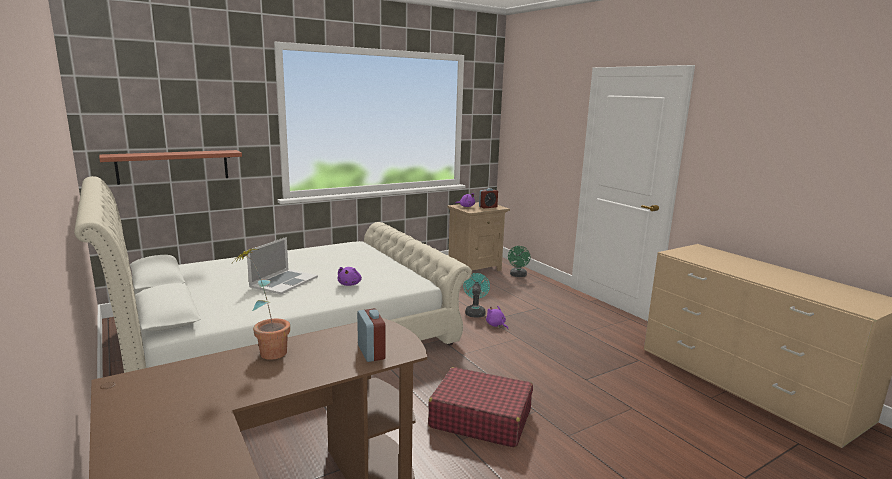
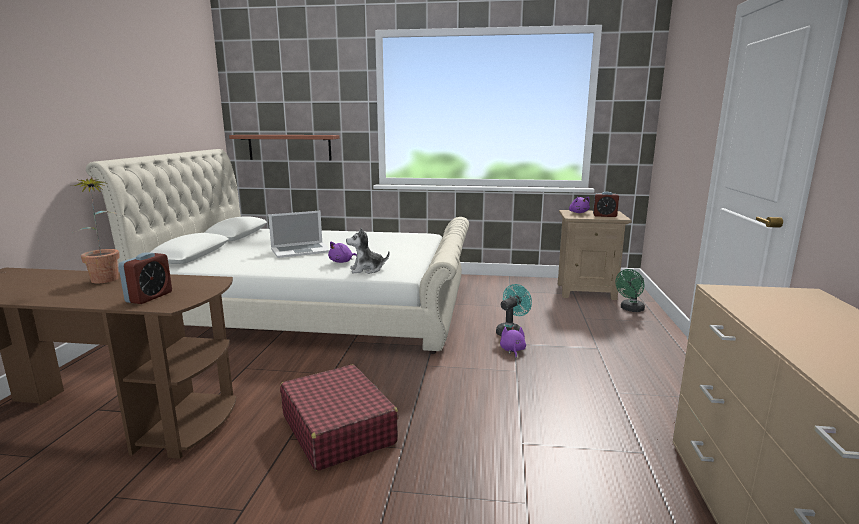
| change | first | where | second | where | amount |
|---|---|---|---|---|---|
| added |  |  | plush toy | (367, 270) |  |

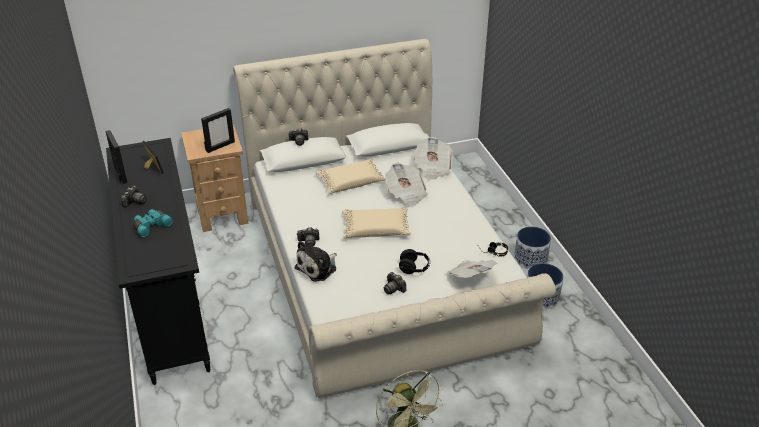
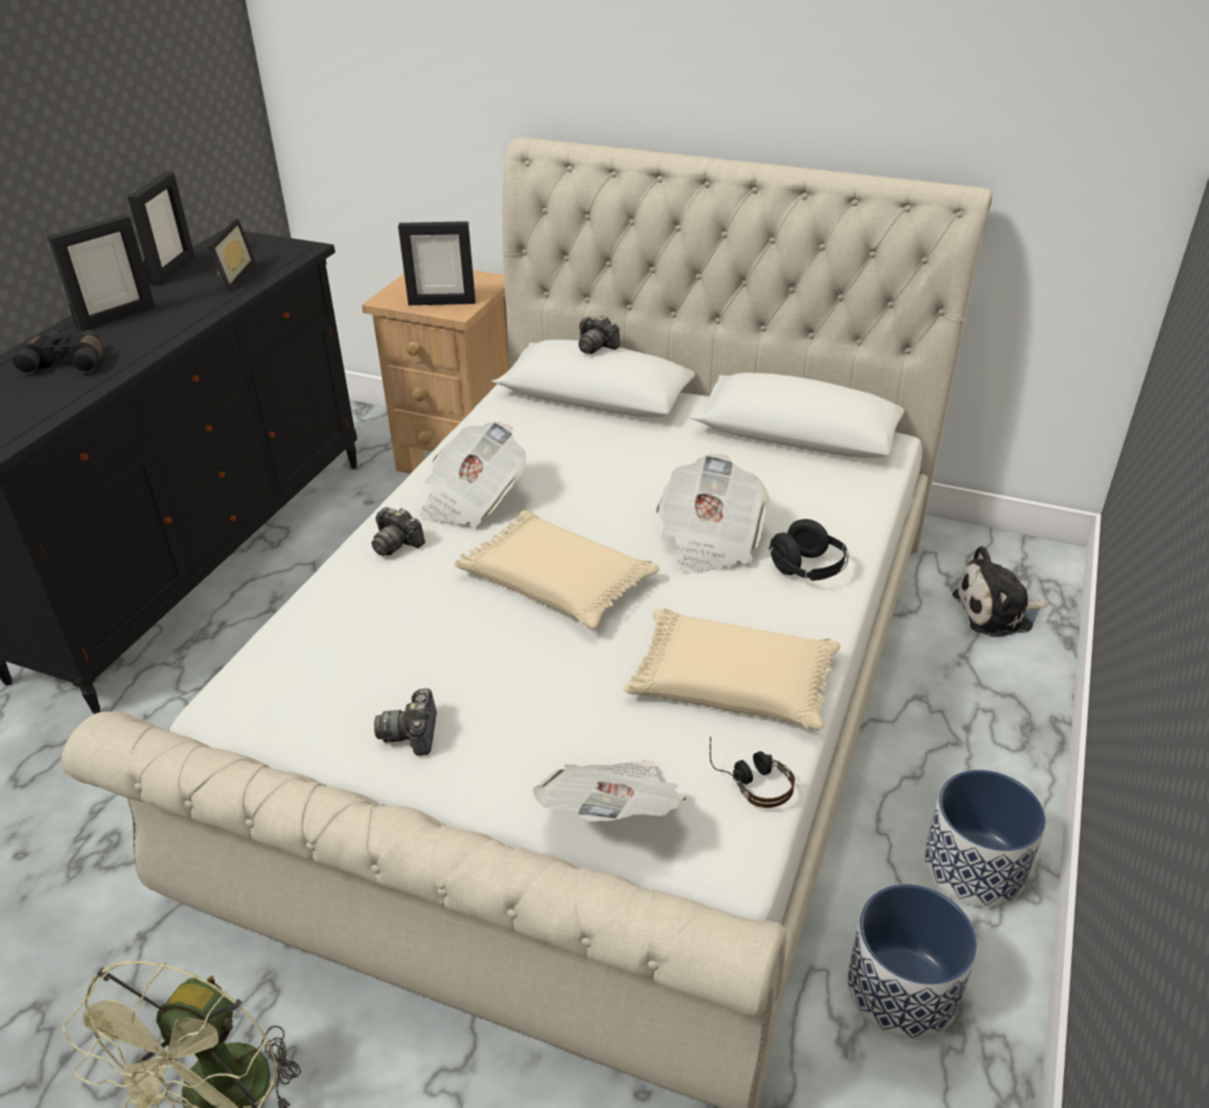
| change | first | where | second | where | amount |
|---|---|---|---|---|---|
| moved | plush toy | (318, 268) |  | (997, 612) |  |
| moved | pillow (beige) | (350, 180) |  | (732, 679) |  |
| moved | headphones (black) | (414, 268) |  | (807, 570) |  |
| moved | newspaper | (433, 168) |  | (472, 500) |  |
| replaced | photo camera | (135, 202) | picture frame | (116, 317) |  |
| recoloured | binoculars (turquoise) | (151, 226) | binoculars (black) | (68, 362) |  |

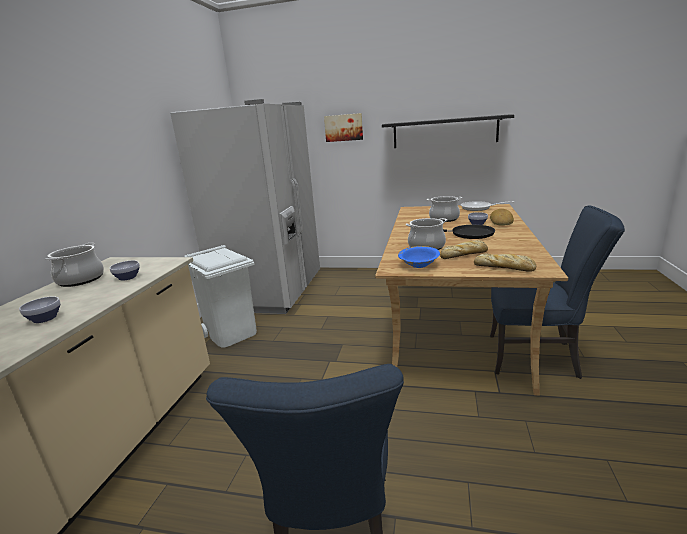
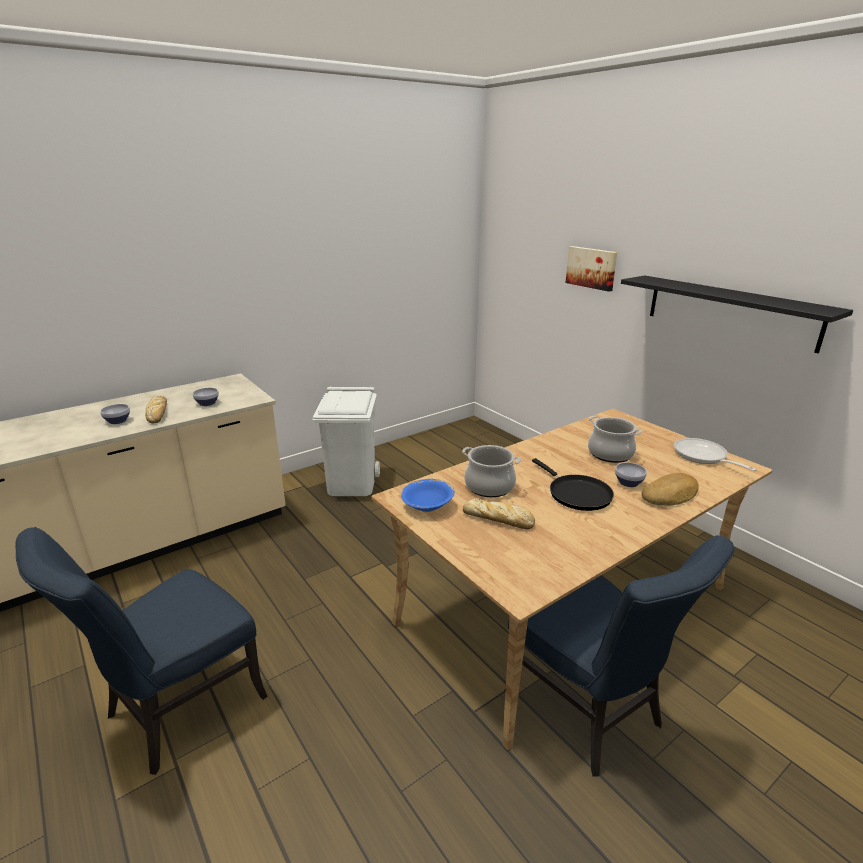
| change | first | where | second | where | amount |
|---|---|---|---|---|---|
| removed | cooking pot | (80, 279) |  |  |  |
| removed | fridge (white) | (272, 291) |  |  |  |
| moved | bread | (505, 267) |  | (157, 413) |  |

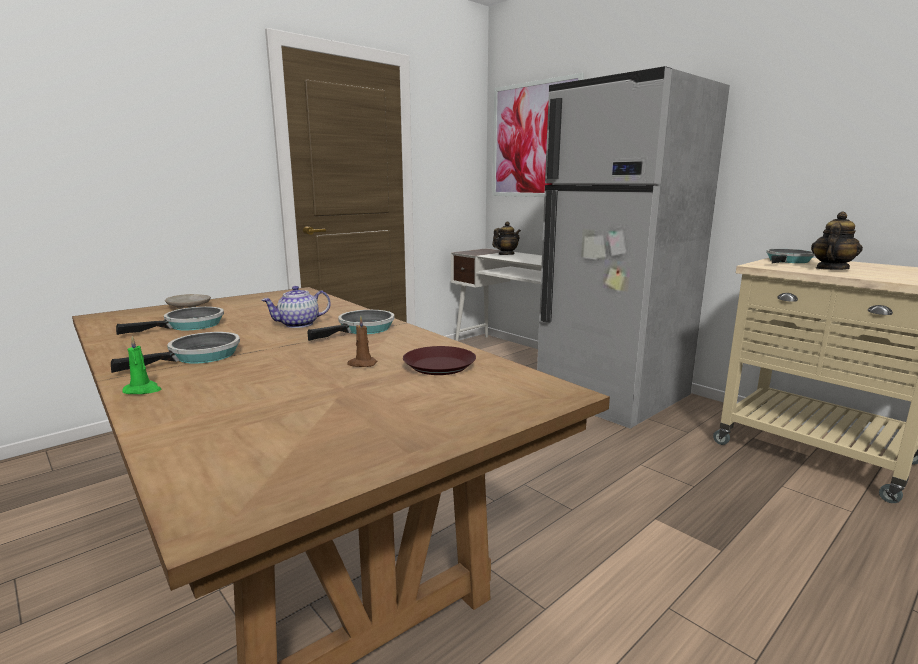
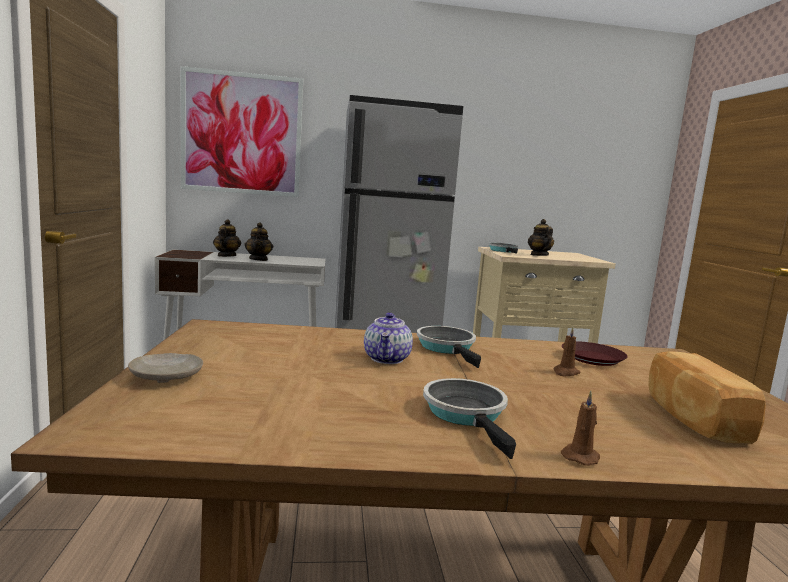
| change | first | where | second | where | amount |
|---|---|---|---|---|---|
| removed | frying pan | (190, 325) |  |  |  |
| added |  |  | teapot | (258, 259) |  |
| added |  |  | bread | (692, 418) |  |
| recoloured | candle (green) | (143, 390) | candle (brown) | (581, 456) |  |

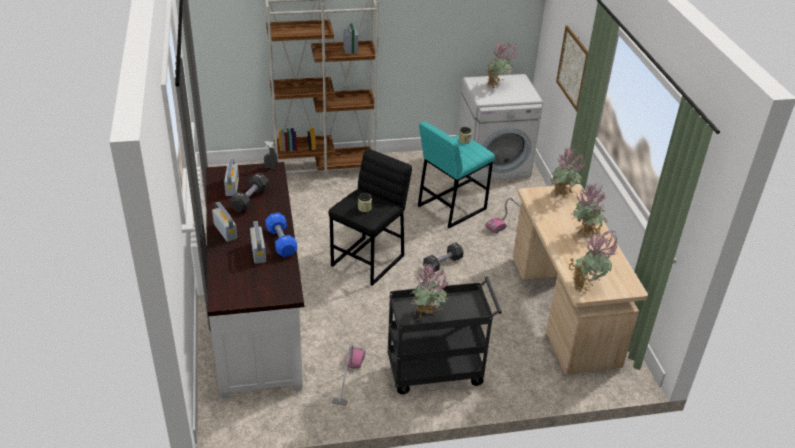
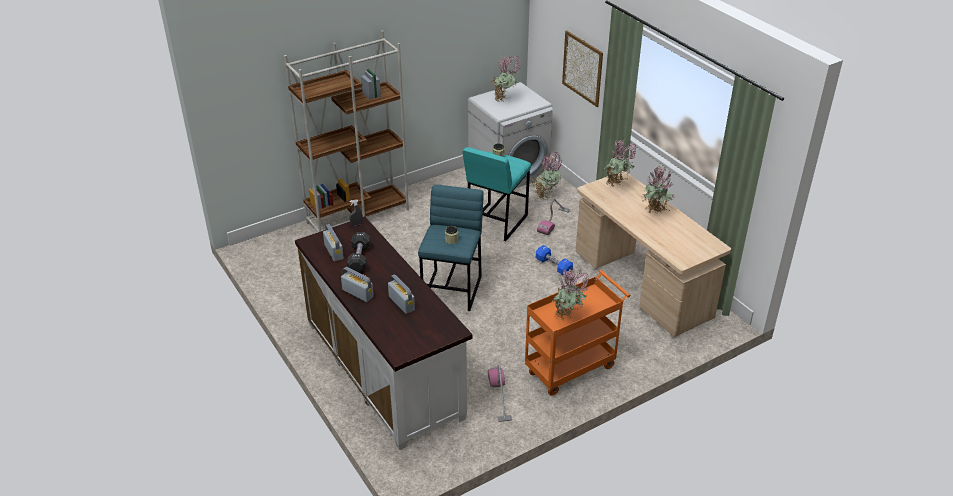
| change | first | where | second | where | amount |
|---|---|---|---|---|---|
| removed | dumbbell (black) | (442, 264) |  |  |  |
| moved | dumbbell (blue) | (281, 242) |  | (553, 266) |  |
| moved | potted plant | (587, 286) |  | (546, 195) |  |
| recoloured | stool (black) | (369, 259) | stool (blue) | (452, 289) |  |
| recoloured | cart (grey) | (437, 375) | cart (orange) | (572, 370) |  |

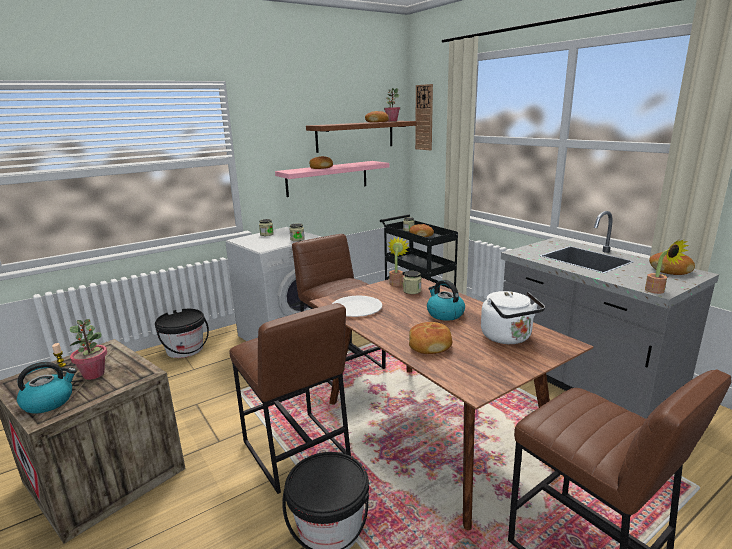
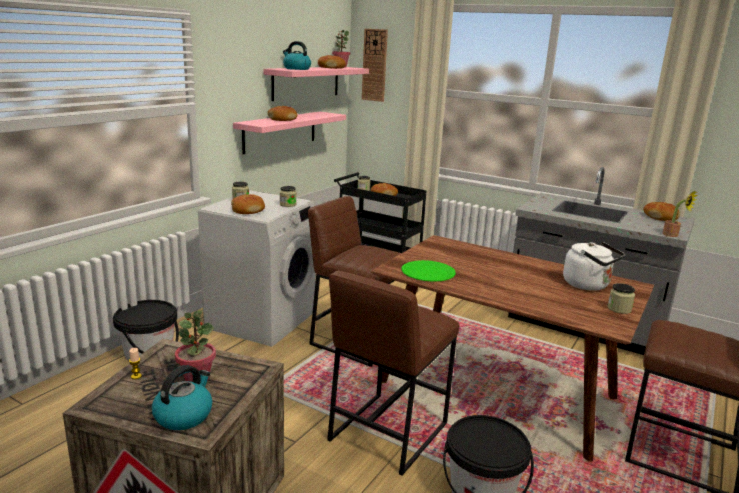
| change | first | where | second | where | amount |
|---|---|---|---|---|---|
| removed | potted plant | (396, 282) |  |  |  |
| moved | jar | (412, 291) |  | (619, 309) |  |
| moved | bread | (430, 345) |  | (248, 210) |  |
| moved | kettle | (444, 314) |  | (296, 69) |  |
| recoloured | shelf (brown) | (355, 136) | shelf (pink) | (306, 82) |  |
| recoloured | plate (white) | (356, 308) | plate (green) | (428, 273) |  |
| turned | chair (brown) | (296, 451) |  | (387, 433) | 90 degrees clockwise |

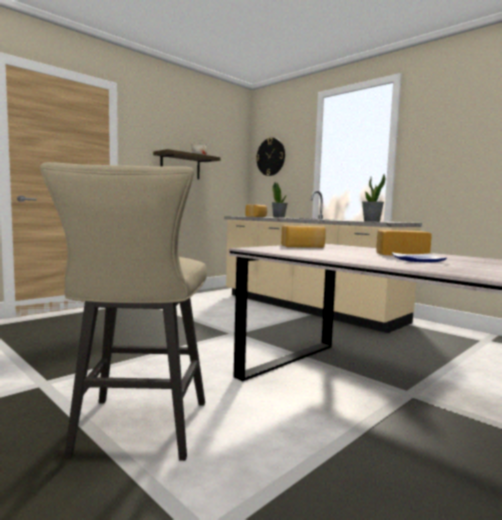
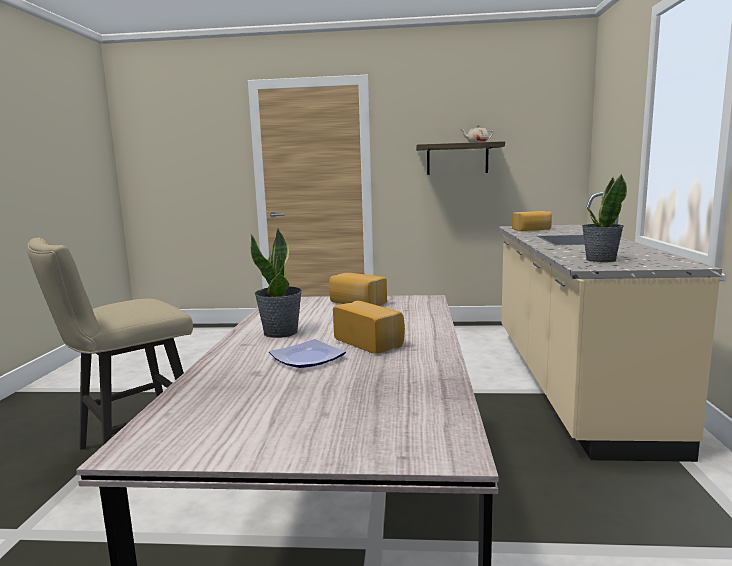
| change | first | where | second | where | amount |
|---|---|---|---|---|---|
| removed | wall clock | (270, 157) |  |  |  |
| moved | potted plant | (279, 217) |  | (281, 332) |  |

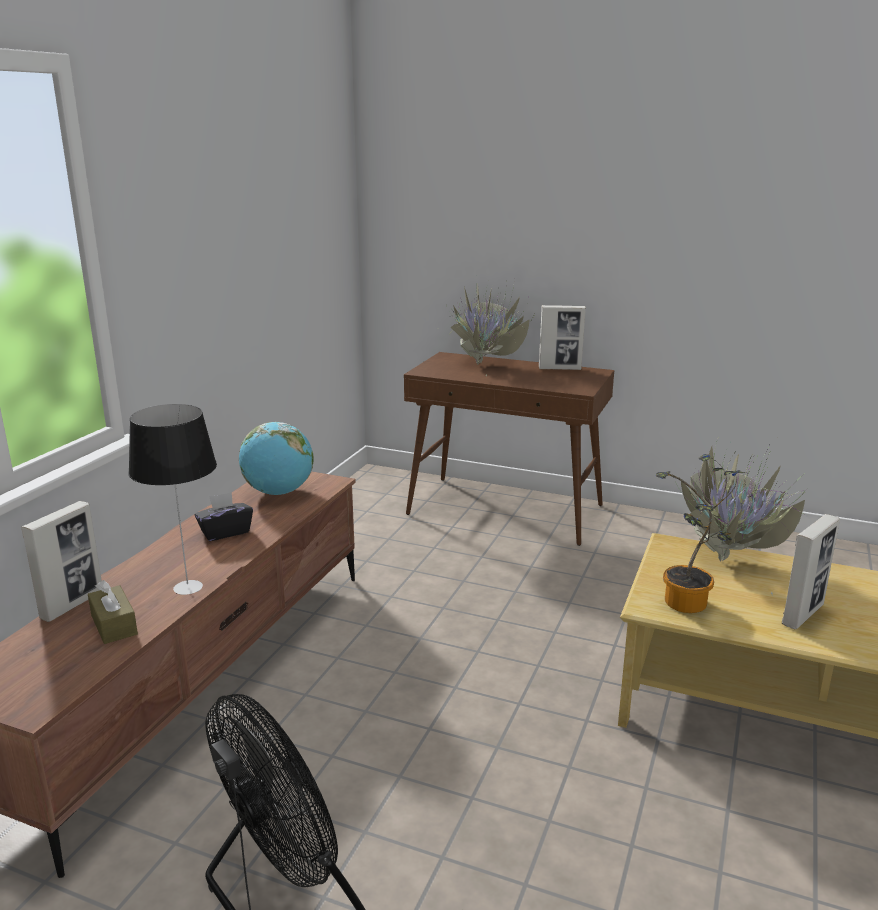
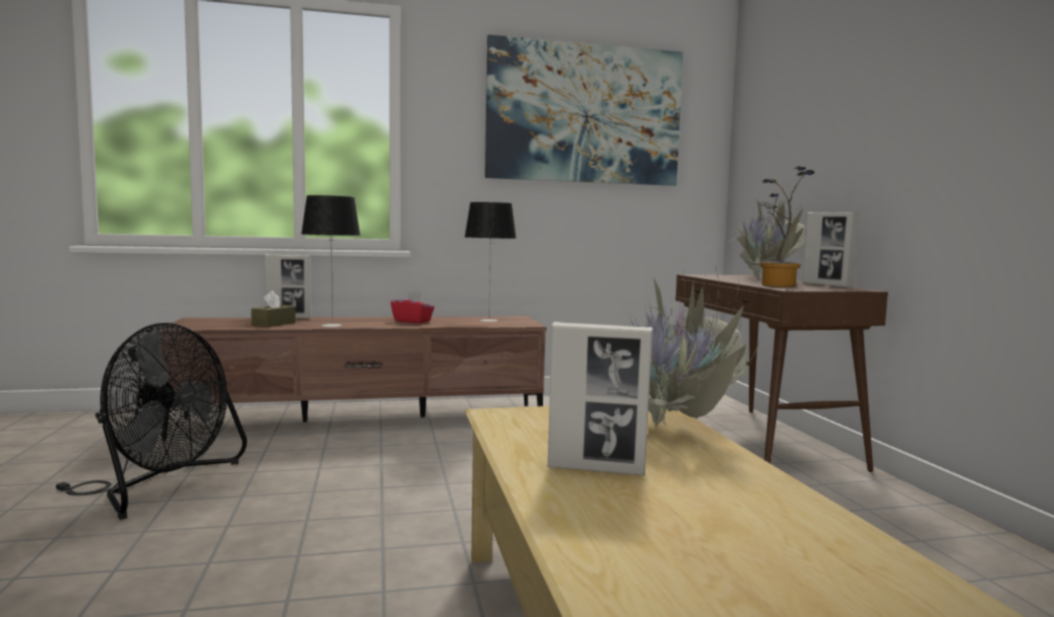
| change | first | where | second | where | amount |
|---|---|---|---|---|---|
| added |  |  | picture | (584, 114) |  |
| moved | potted plant | (687, 606) |  | (775, 285) |  |
| replaced | globe | (279, 492) | table lamp | (488, 320) |  |
| recoloured | tissue box (black) | (225, 532) | tissue box (red) | (412, 321) |  |

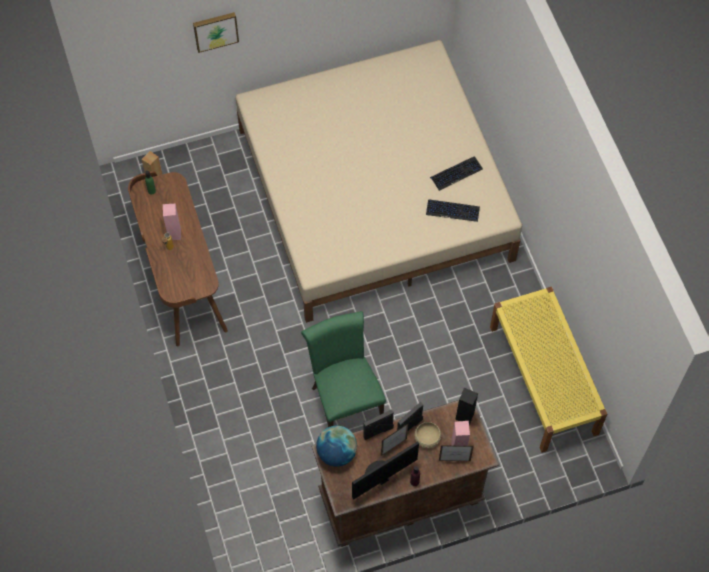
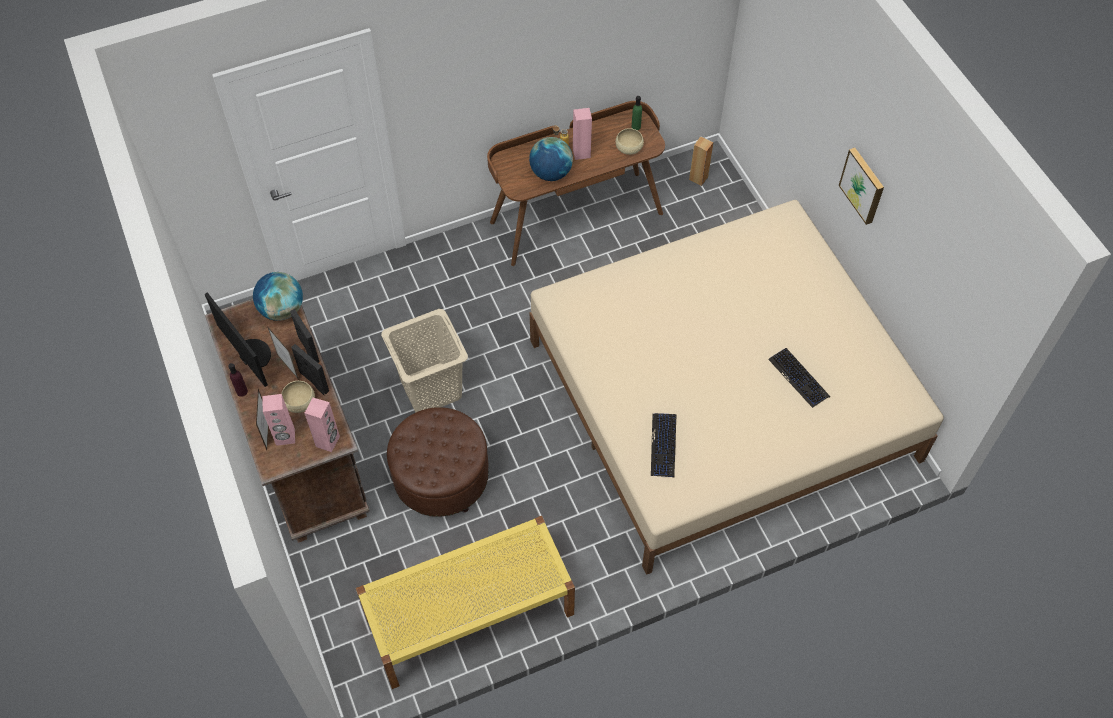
| change | first | where | second | where | amount |
|---|---|---|---|---|---|
| added |  |  | ottoman (brown) | (441, 479) |  |
| added |  |  | globe | (551, 173) |  |
| added |  |  | bowl (beige) | (629, 147) |  |
| moved | picture | (215, 30) |  | (863, 185) |  |
| moved | keyboard | (456, 173) |  | (799, 378) |  |
| replaced | chair (green) | (344, 399) | laundry basket (beige) | (432, 389) |  |
| recoloured | speaker (black) | (464, 416) | speaker (pink) | (328, 441) |  |

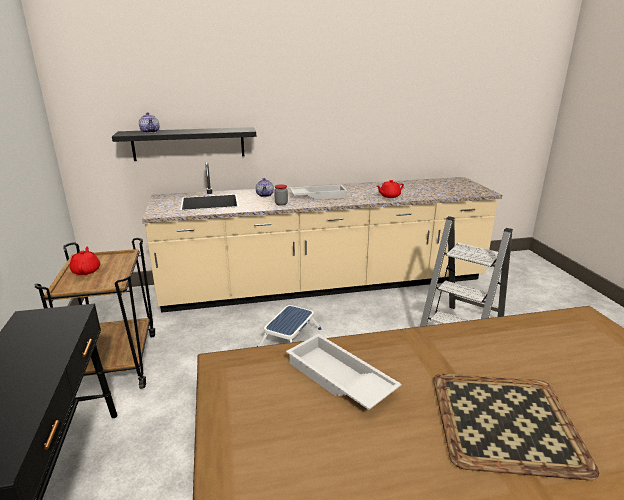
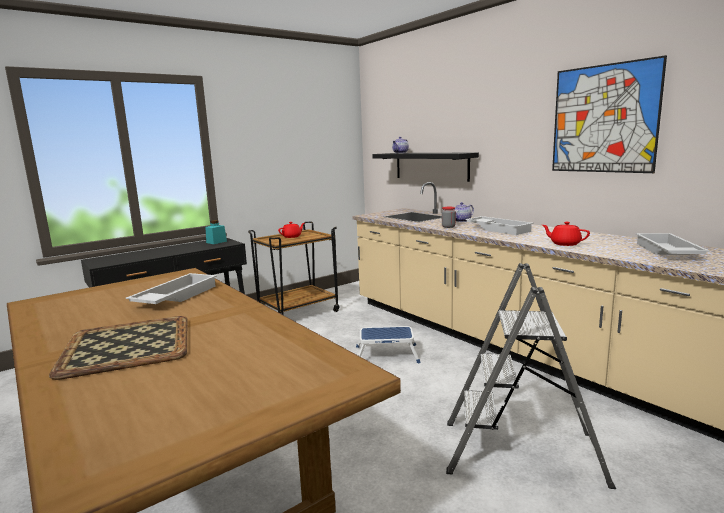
| change | first | where | second | where | amount |
|---|---|---|---|---|---|
| added |  |  | jar (turquoise) | (216, 242) |  |
| added |  |  | picture | (603, 119) |  |
| added |  |  | tray (white) | (666, 252) |  |

